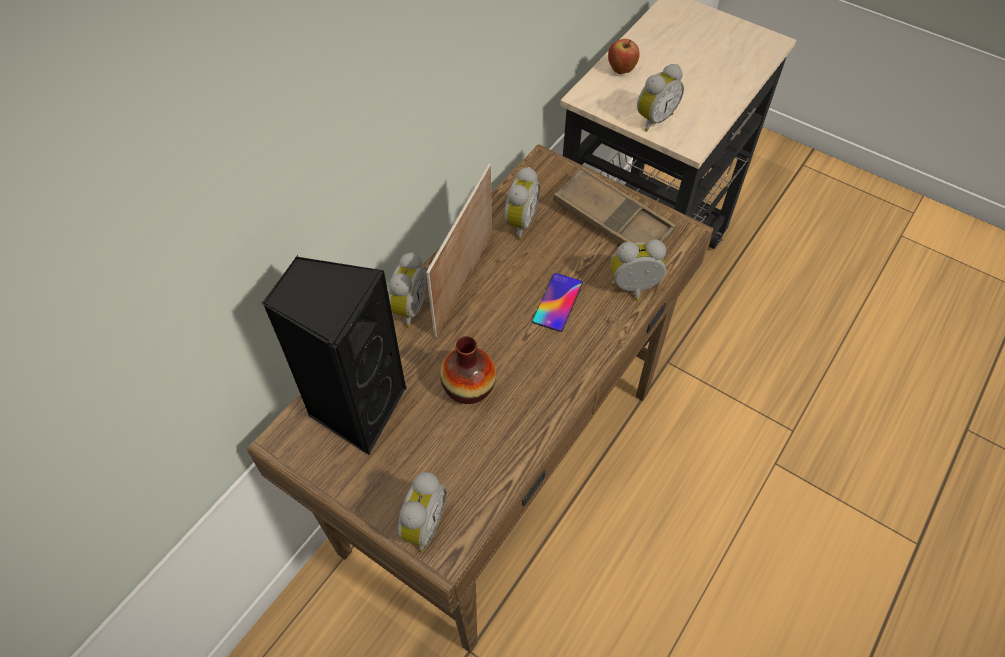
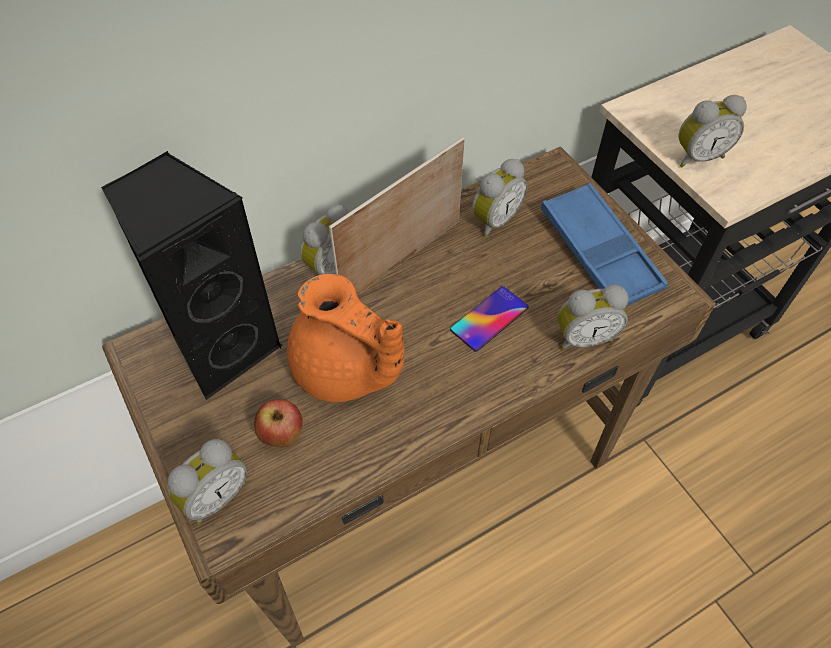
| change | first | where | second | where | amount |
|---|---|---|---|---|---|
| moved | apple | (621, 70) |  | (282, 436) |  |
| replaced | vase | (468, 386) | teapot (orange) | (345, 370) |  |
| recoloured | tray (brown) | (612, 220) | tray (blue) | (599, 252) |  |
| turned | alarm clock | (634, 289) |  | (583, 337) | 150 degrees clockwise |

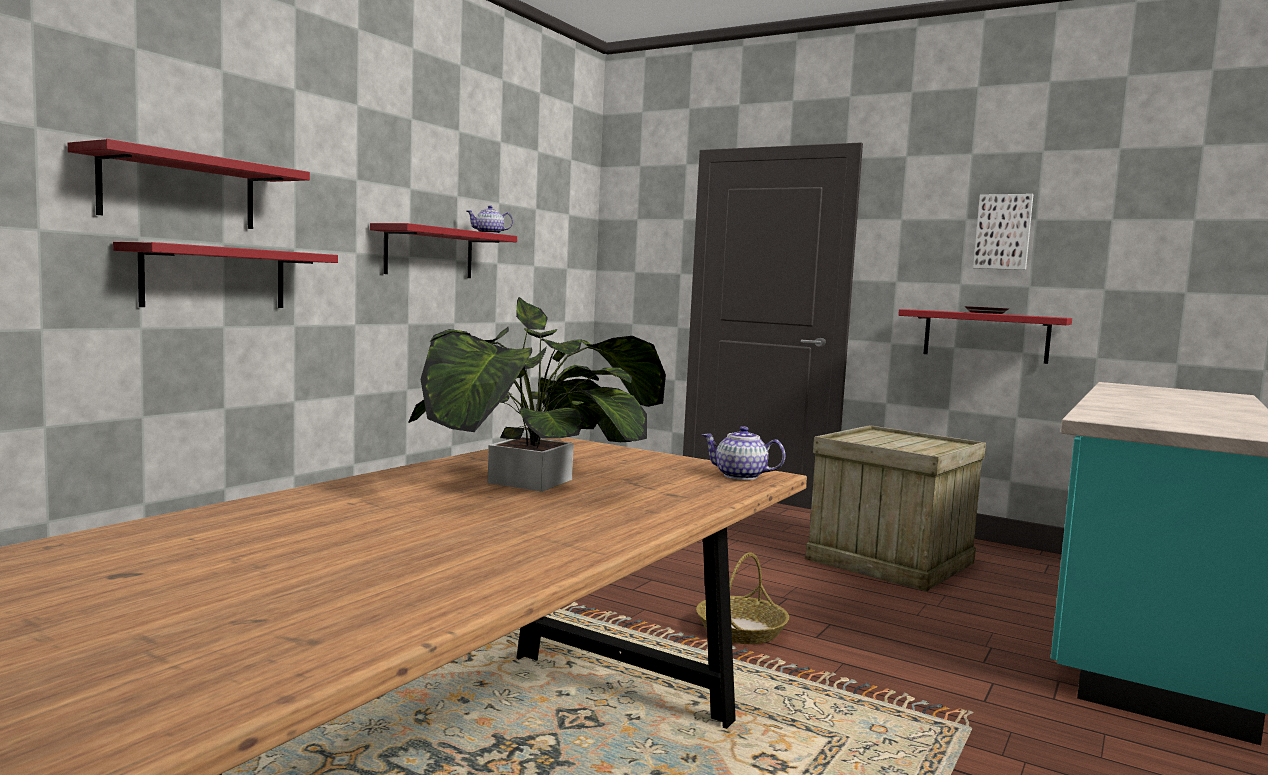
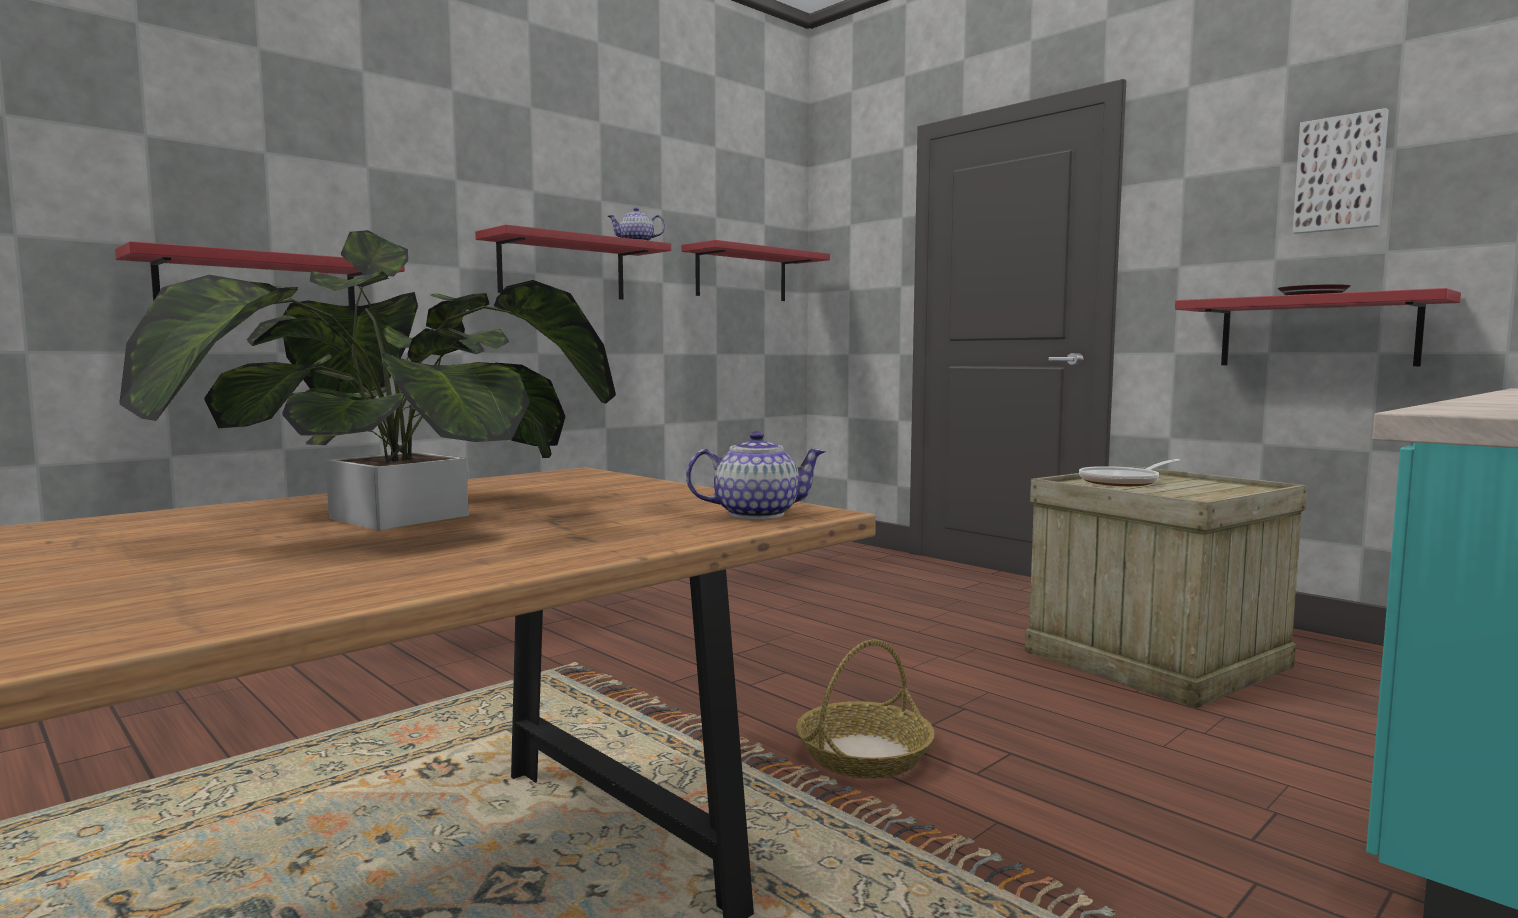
| change | first | where | second | where | amount |
|---|---|---|---|---|---|
| added |  |  | frying pan | (1123, 482) |  |
| moved | shelf (red) | (179, 191) |  | (741, 275) |  |
| turned | teapot | (741, 476) |  | (755, 514) | 135 degrees clockwise |

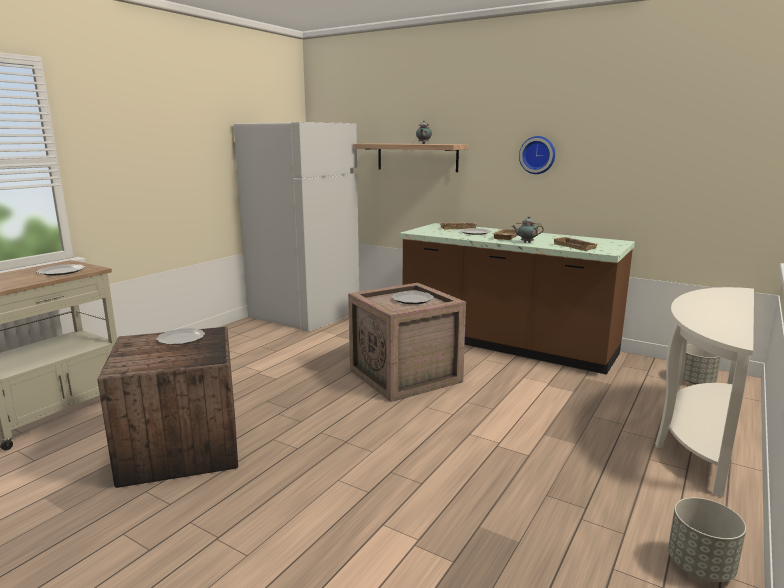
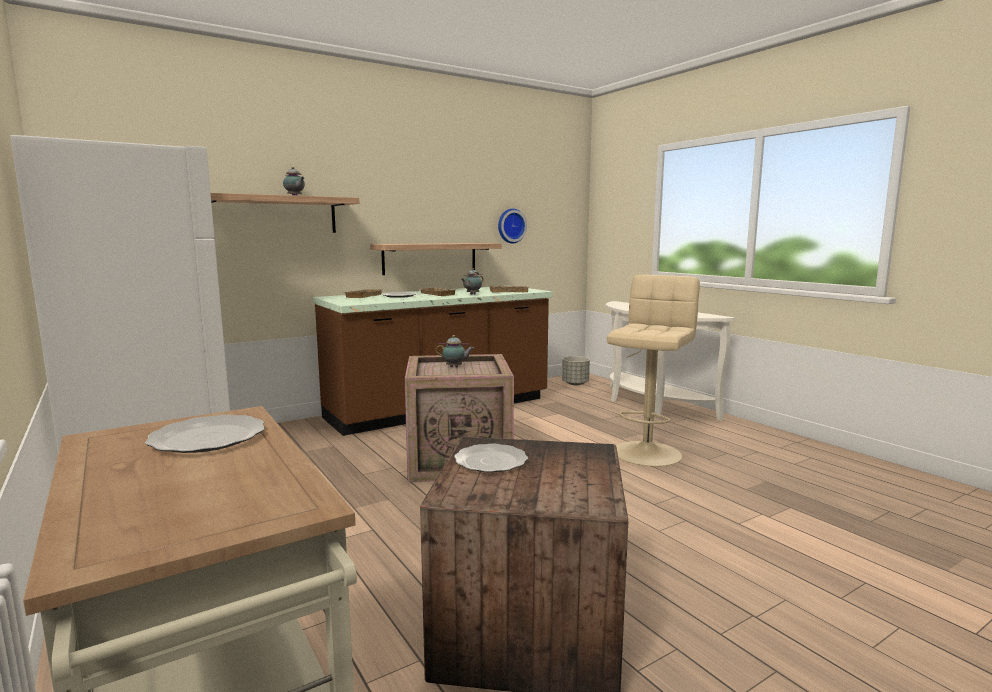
| change | first | where | second | where | amount |
|---|---|---|---|---|---|
| removed | planter (grey) | (700, 566) |  |  |  |
| added |  |  | shelf | (430, 258) |  |
| added |  |  | stool (beige) | (647, 453) |  |
| moved | wall clock | (538, 155) |  | (510, 226) |  |
| replaced | plate | (412, 299) | teapot | (455, 367) |  |

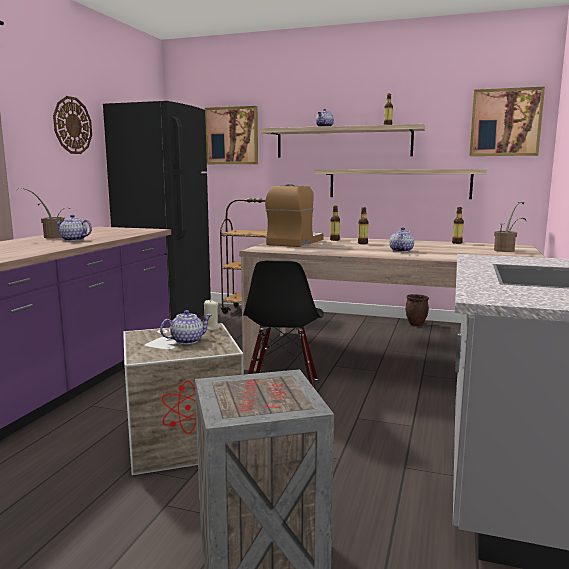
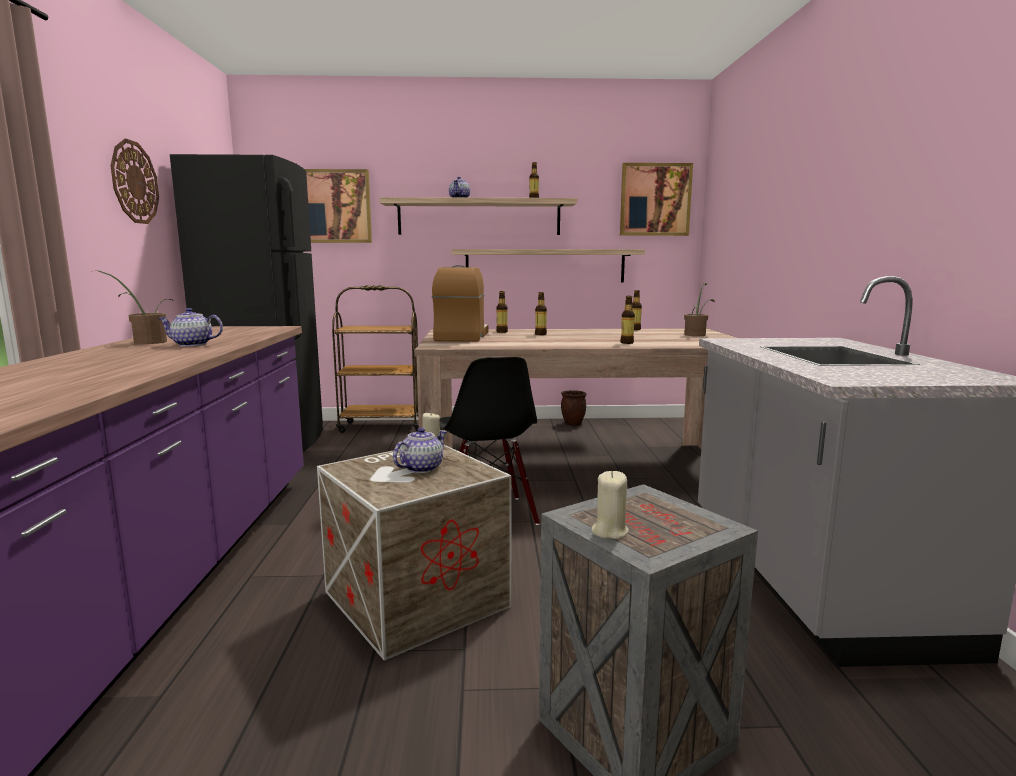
| change | first | where | second | where | amount |
|---|---|---|---|---|---|
| removed | teapot | (400, 251) |  |  |  |
| added |  |  | candle (beige) | (609, 531) |  |
| added |  |  | bottle | (627, 343) |  |

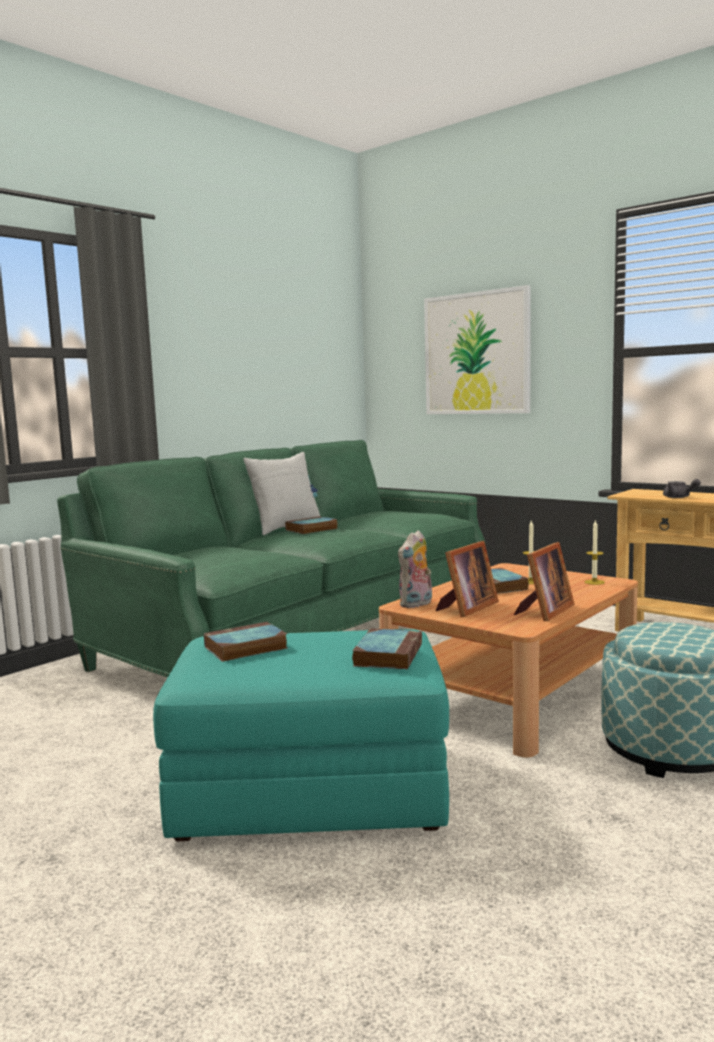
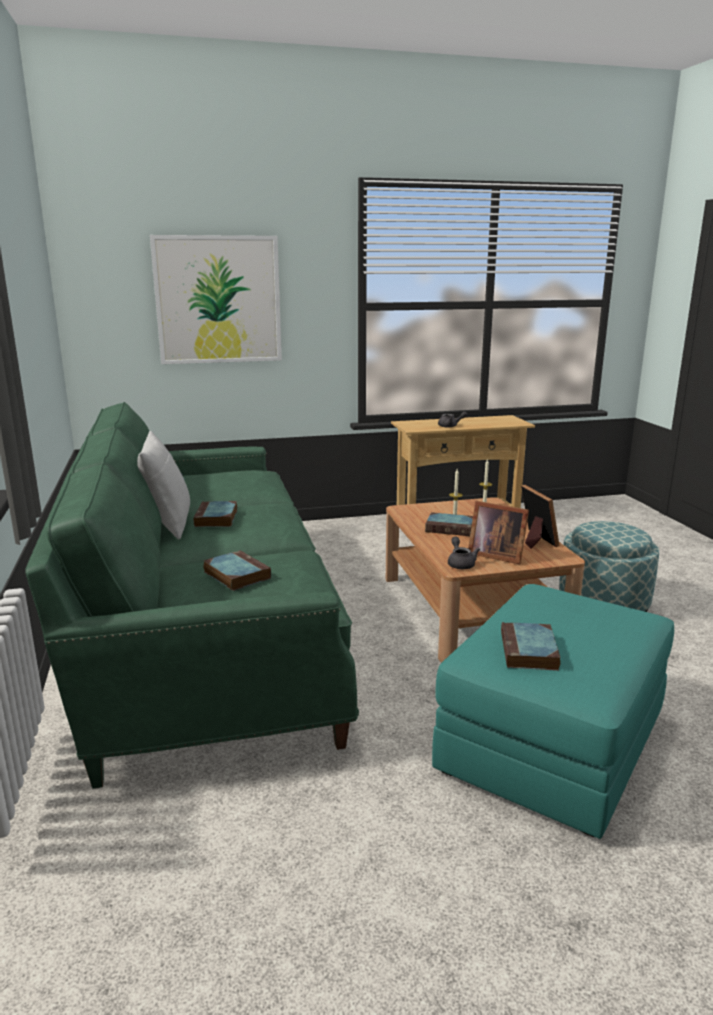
| change | first | where | second | where | amount |
|---|---|---|---|---|---|
| moved | book | (388, 654) |  | (235, 575) |  |
| replaced | plush toy | (416, 604) | teapot (grey) | (460, 563) |  |
| turned | picture frame | (466, 608) |  | (495, 554) | 135 degrees clockwise |

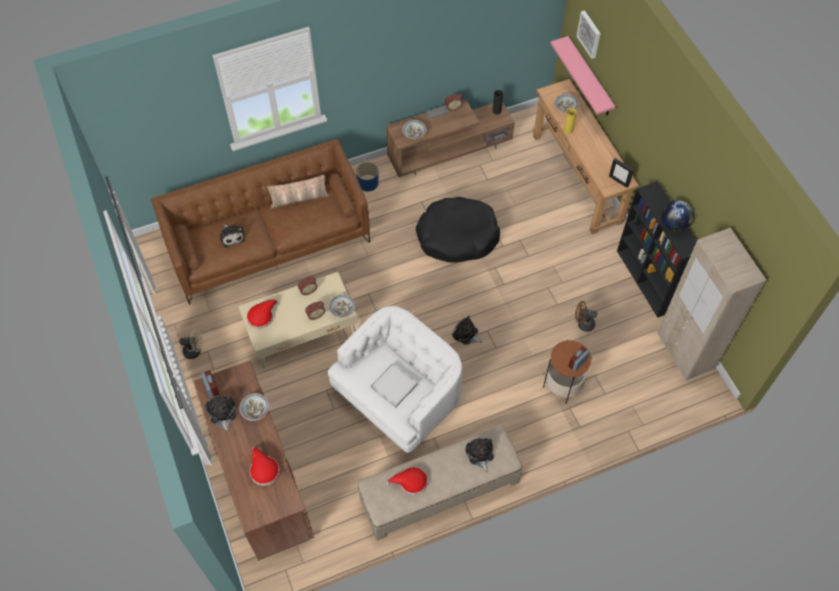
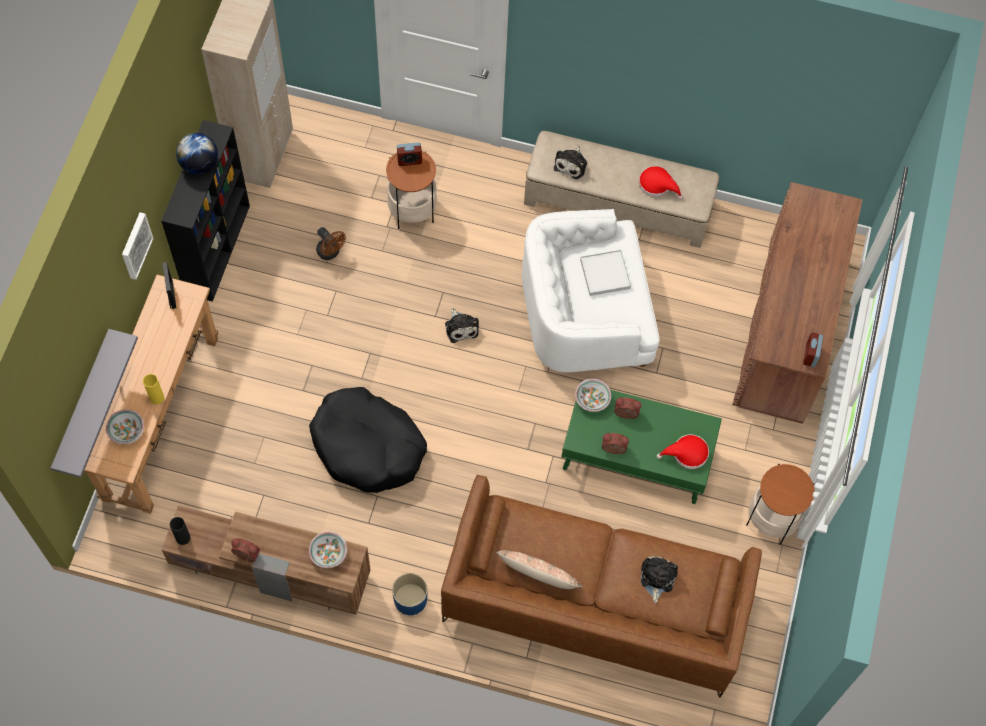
| change | first | where | second | where | amount |
|---|---|---|---|---|---|
| removed | plush toy | (222, 413) |  |  |  |
| removed | bowl | (255, 409) |  |  |  |
| removed | hat (red) | (263, 469) |  |  |  |
| moved | picture | (590, 34) |  | (135, 245) |  |
| replaced | fan (beige) | (195, 351) | side table | (772, 519) |  |
| recoloured | coffee table (beige) | (302, 331) | coffee table (green) | (635, 456) |  |
| recoloured | shelf (pink) | (589, 78) | shelf (grey) | (83, 403) |  |

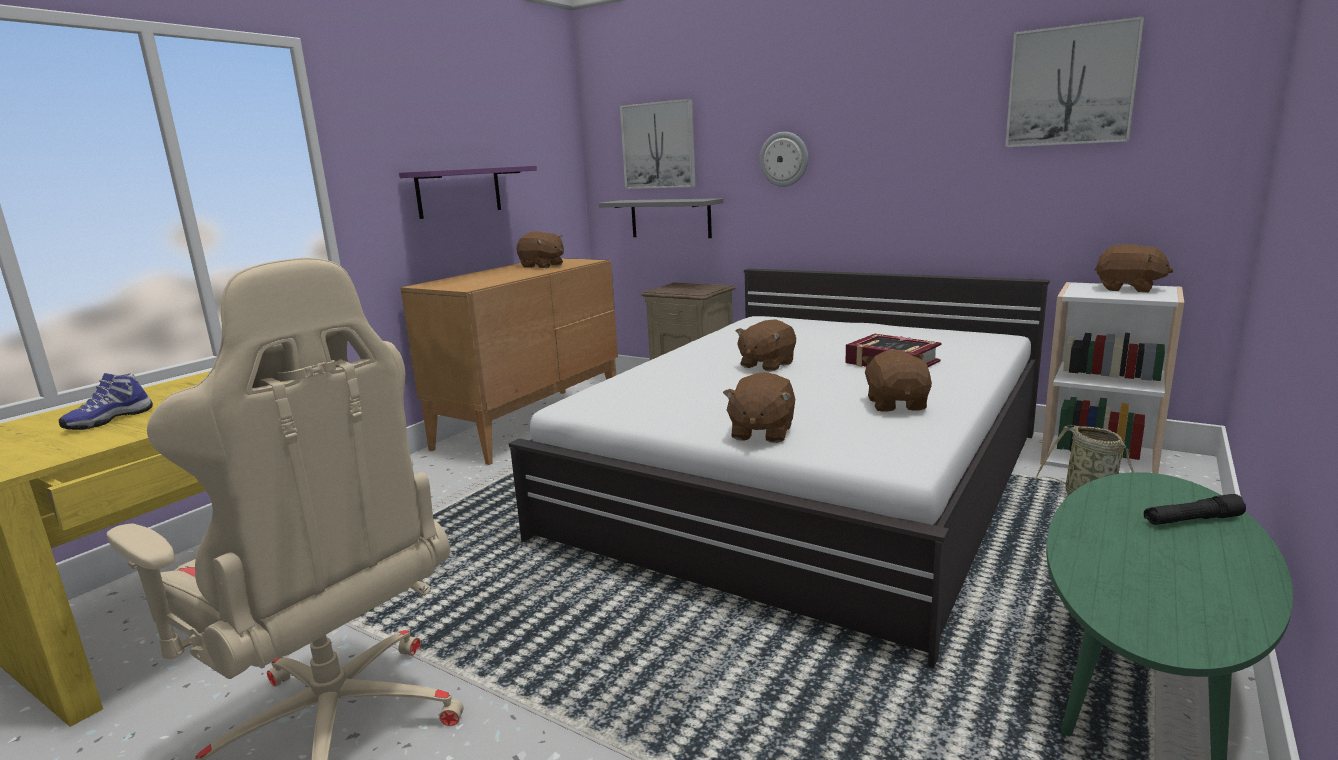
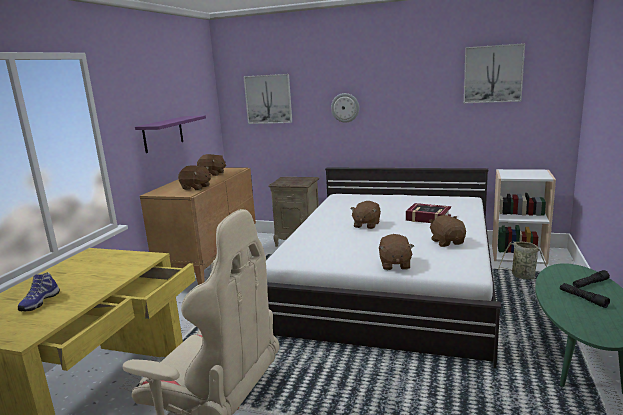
| change | first | where | second | where | amount |
|---|---|---|---|---|---|
| removed | shelf (grey) | (670, 218) |  |  |  |
| added |  |  | flashlight (black) | (583, 298) |  |
| moved | plush toy (brown) | (1128, 289) |  | (196, 188) |  |

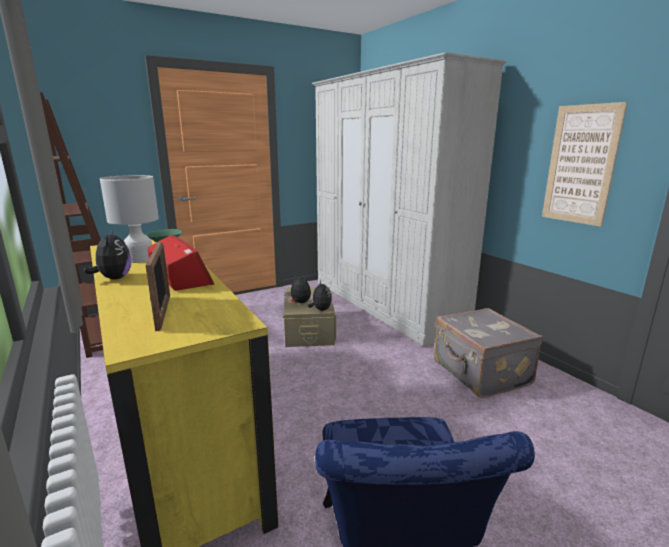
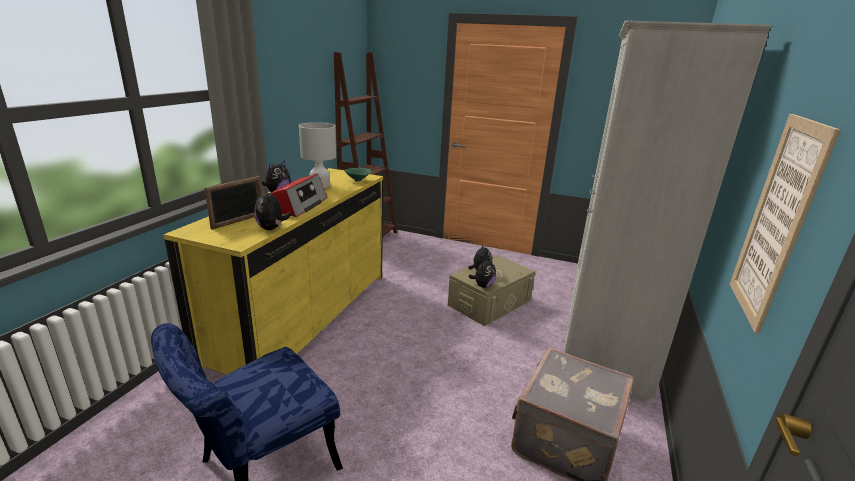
| change | first | where | second | where | amount |
|---|---|---|---|---|---|
| added |  |  | plush toy | (272, 228) |  |

